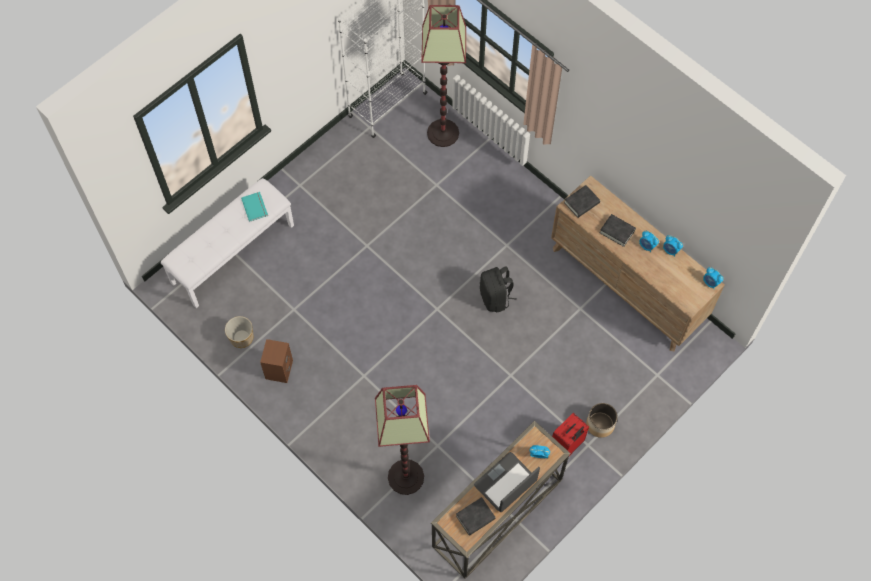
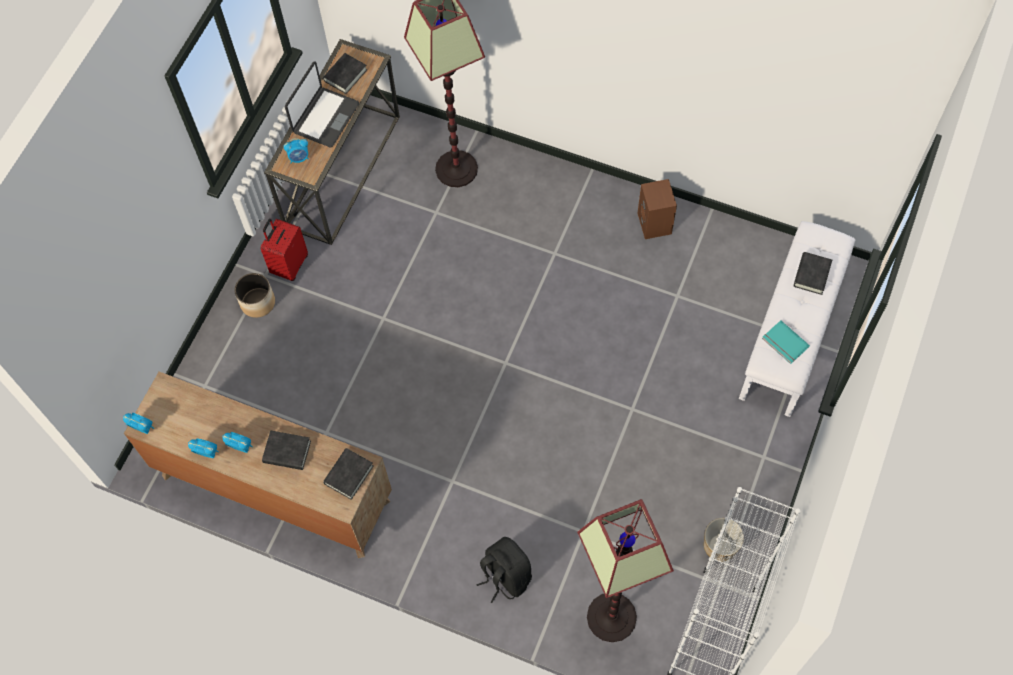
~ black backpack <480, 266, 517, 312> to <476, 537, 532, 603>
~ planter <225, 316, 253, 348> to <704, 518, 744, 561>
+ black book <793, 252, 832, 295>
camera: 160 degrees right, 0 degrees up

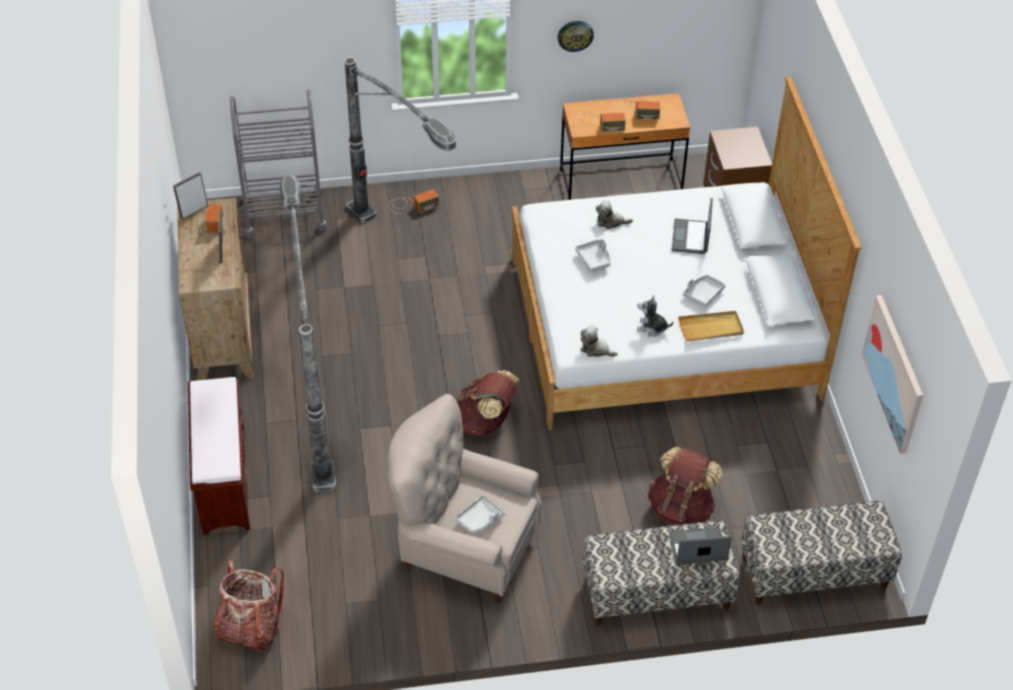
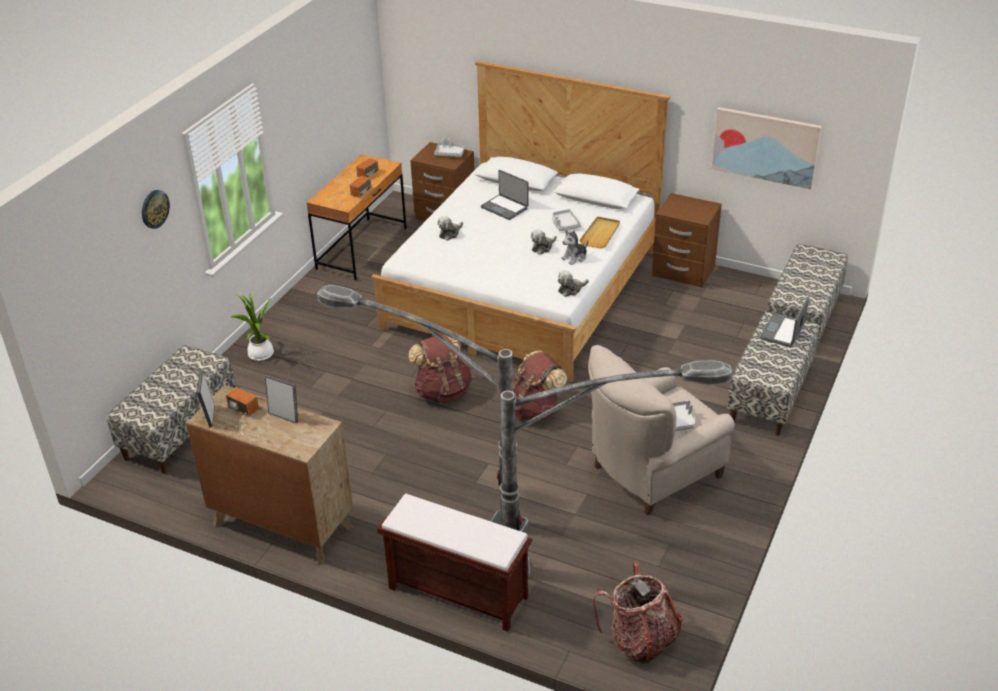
~ wall clock <558, 21, 594, 52> to <142, 190, 170, 229>
~ standing lamp <345, 57, 456, 223> to <500, 360, 732, 577>
~ grey wheeled cart <230, 90, 327, 238> to long seat <107, 345, 236, 474>
~ radio receiver <389, 189, 440, 214> to houseplant <231, 294, 274, 361>
~ grey serving tray <575, 239, 611, 272> to <434, 138, 465, 157>
~ brownish backpack <648, 447, 722, 525> to <408, 334, 472, 403>
+ brownish nightstand <652, 193, 722, 287>
+ soft toy <531, 230, 557, 254>
camera: 55 degrees left, 10 degrees down

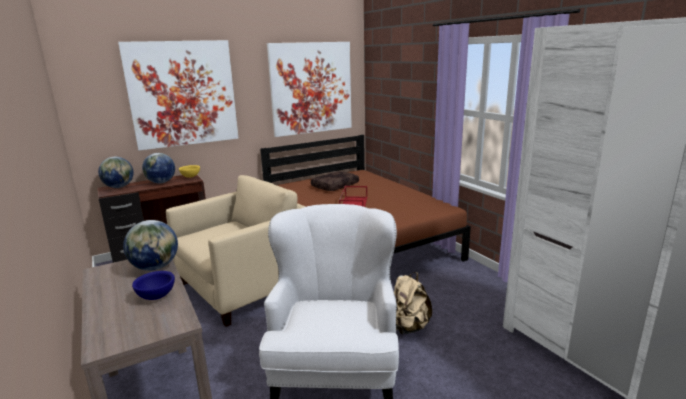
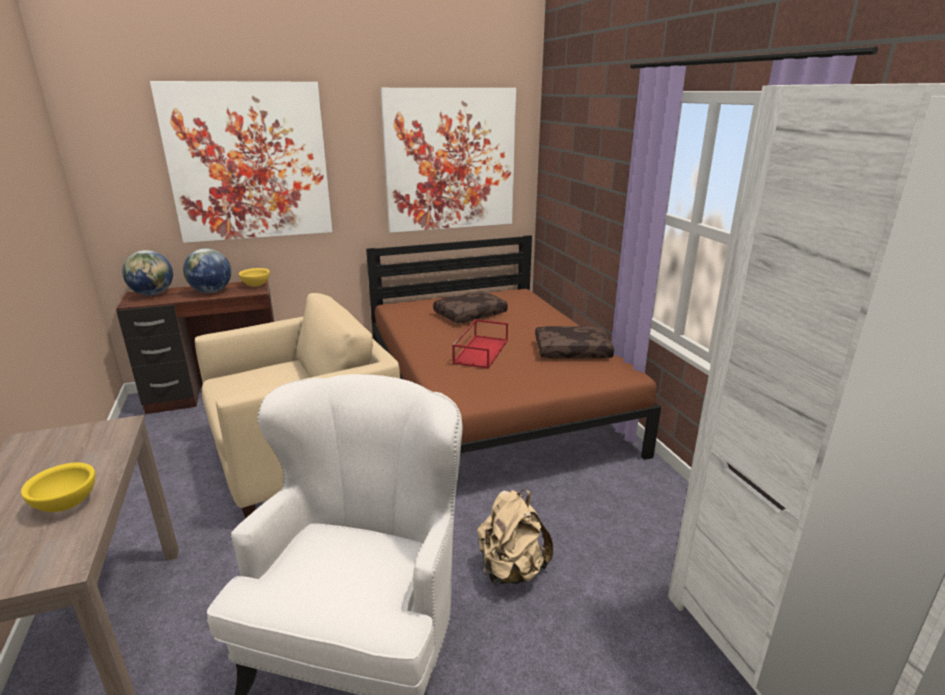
- desk globe <123, 220, 178, 271>
~ blue bowl <132, 271, 175, 300> to yellow bowl <21, 463, 95, 512>
+ brownish pillow <535, 326, 614, 359>
camera: 10 degrees right, 5 degrees up

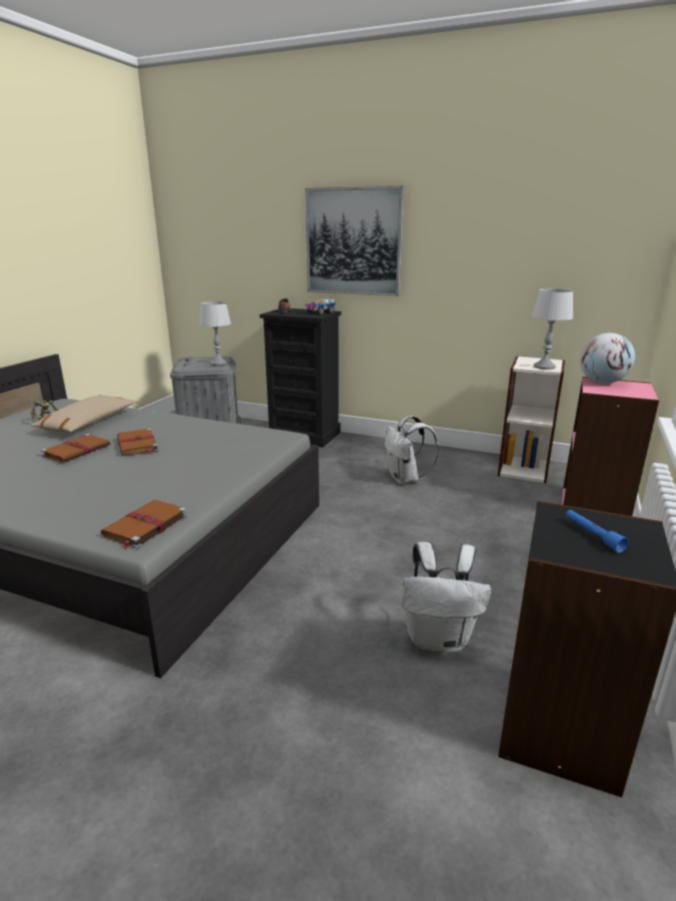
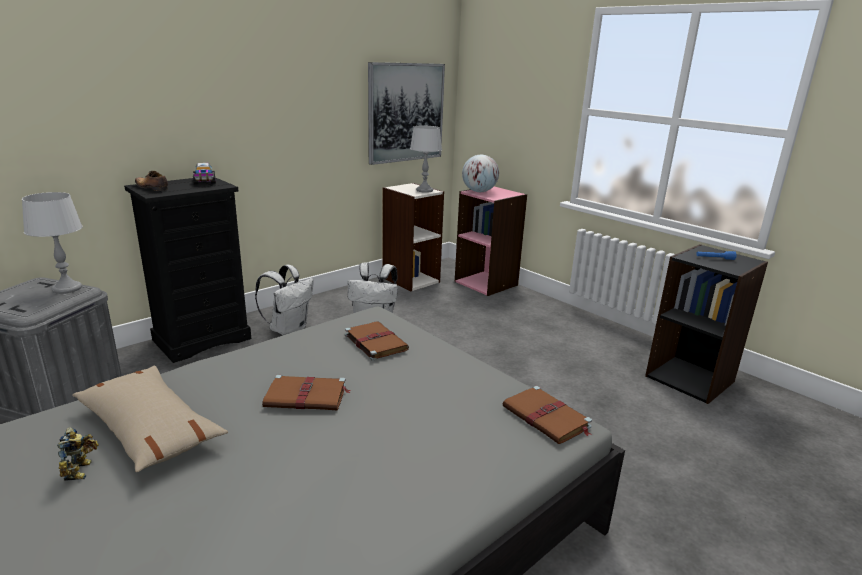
~ wall picture <306, 186, 404, 296> to <368, 62, 445, 165>
~ brownish book <41, 434, 110, 463> to <345, 321, 409, 361>
~ white backpack <402, 542, 491, 652> to <255, 265, 314, 335>
camera: 65 degrees left, 0 degrees up

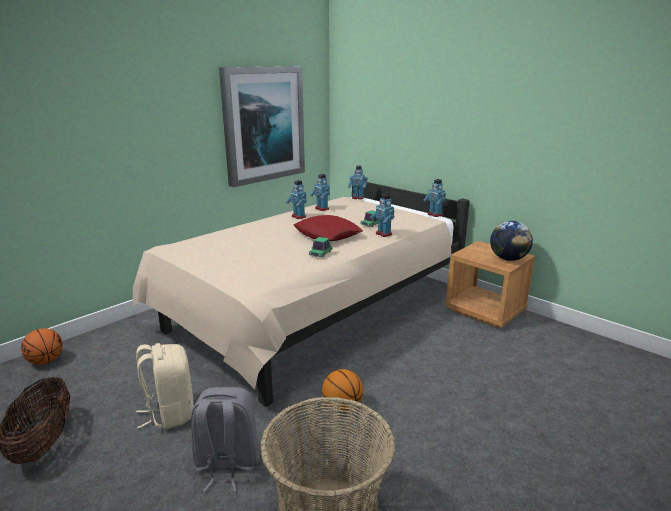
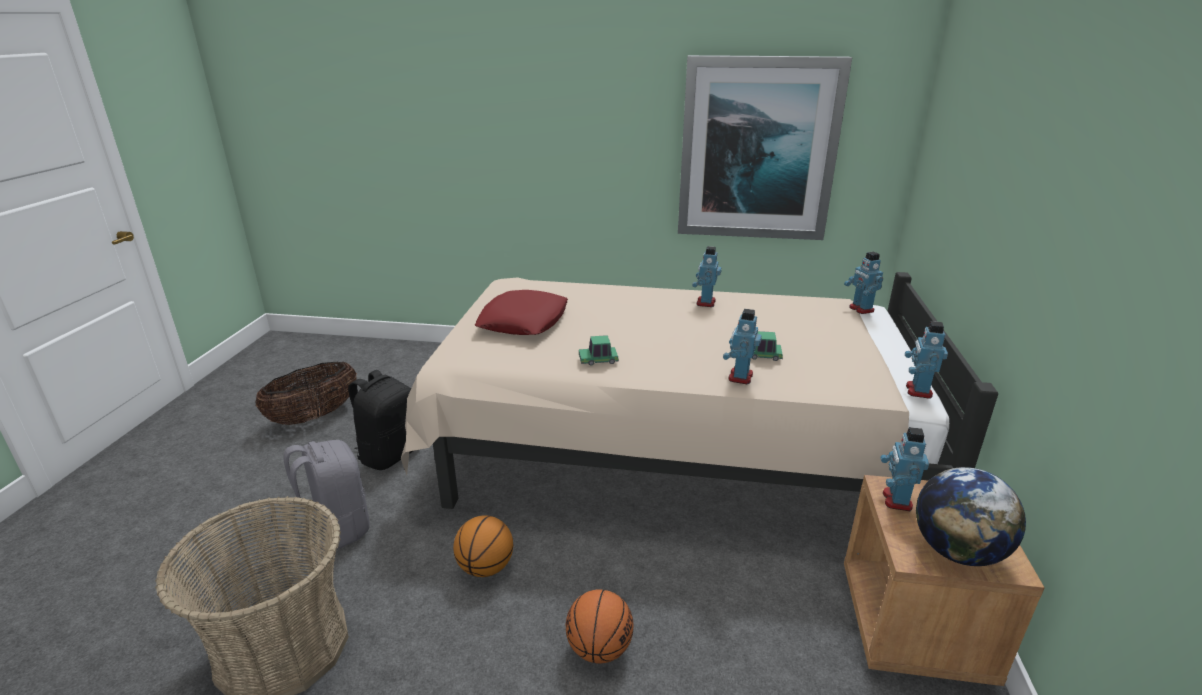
~ toy robot <310, 174, 330, 211> to <880, 427, 929, 511>
~ red pillow <294, 215, 363, 241> to <475, 290, 568, 335>
~ ball for basketball <21, 328, 63, 365> to <566, 589, 633, 664>
~ sand-coloured backpack <136, 343, 194, 429> to black backpack <348, 370, 413, 470>
camera: 55 degrees right, 5 degrees up

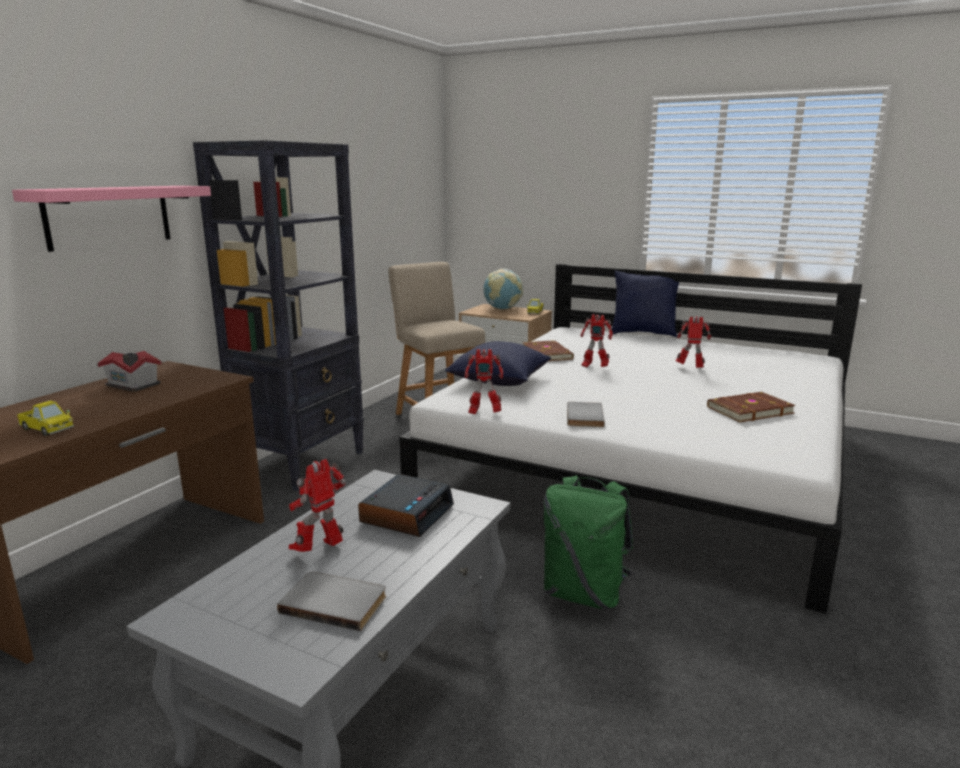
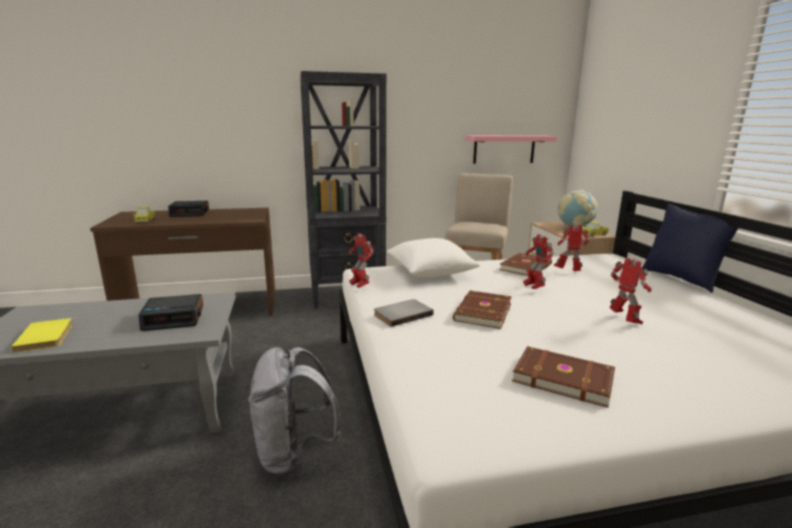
~ pinkish shelf <12, 186, 211, 252> to <465, 135, 557, 164>
~ blue pillow <445, 341, 551, 386> to white pillow <387, 238, 480, 277>
- miniature house <98, 351, 162, 392>
~ toy robot <289, 459, 346, 552> to <554, 225, 589, 271>
~ green-coloured backpack <543, 475, 633, 610> to grey backpack <248, 347, 341, 476>
~ grey book <277, 571, 386, 631> to yellow book <11, 318, 73, 353>
+ table clock <168, 201, 209, 217>
+ brownish book <453, 290, 512, 329>
camera: 50 degrees right, 0 degrees up

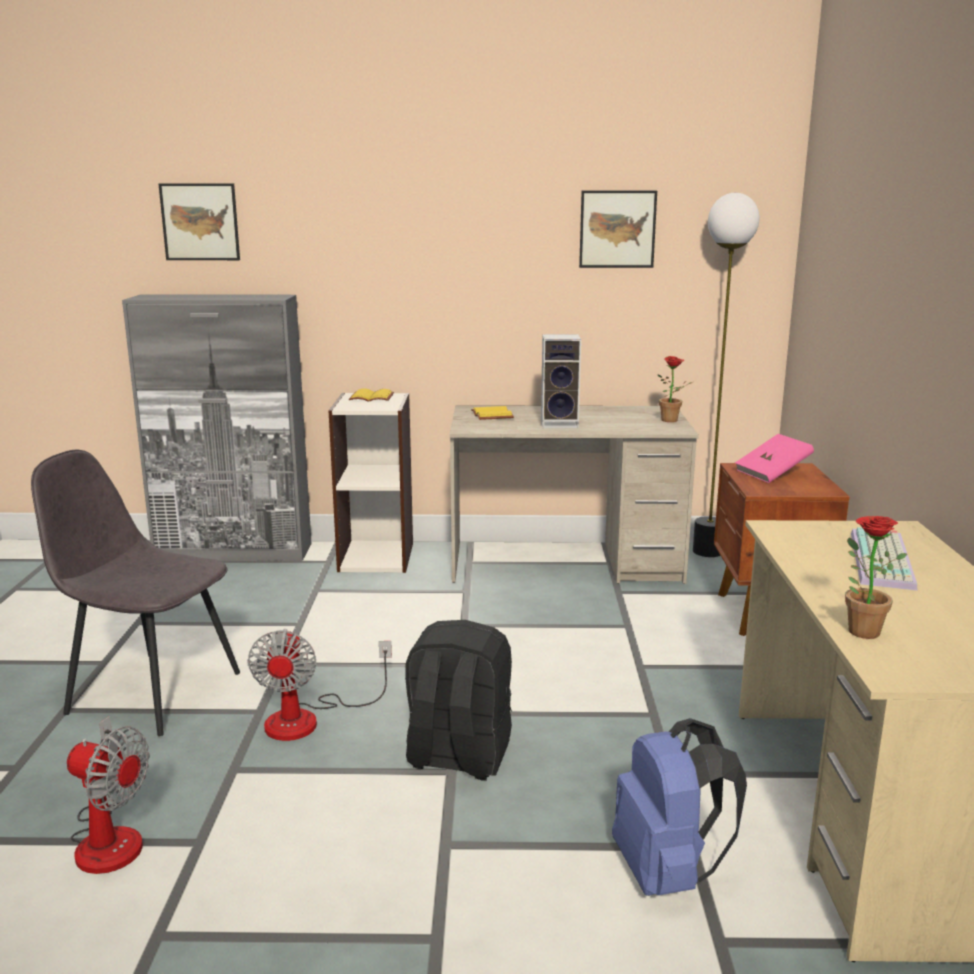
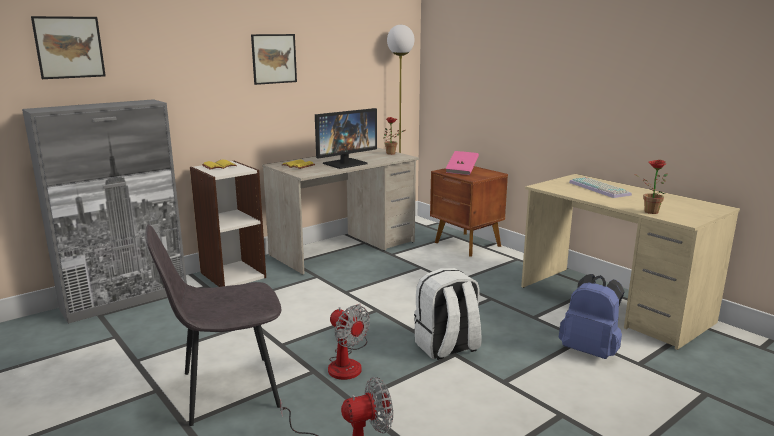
~ wall picture <579, 191, 657, 268> to <251, 34, 297, 85>
~ speaker <541, 334, 581, 428> to computer screen <315, 108, 377, 169>
~ black backpack <405, 620, 512, 781> to white backpack <414, 268, 482, 360>
camera: 40 degrees left, 0 degrees up

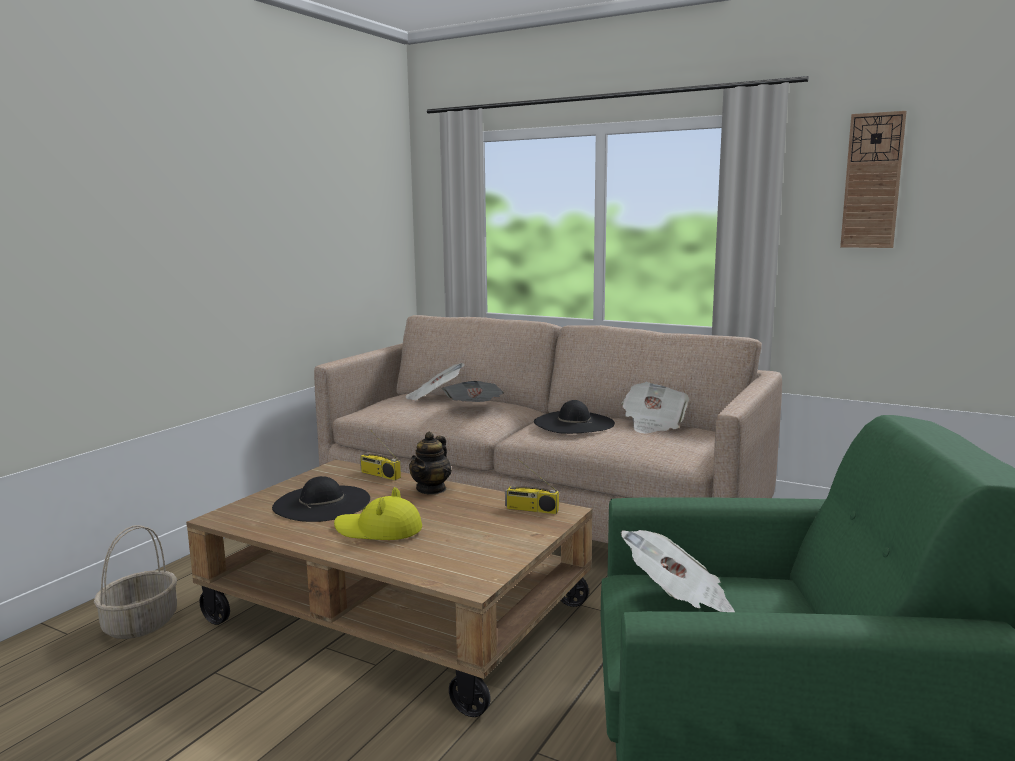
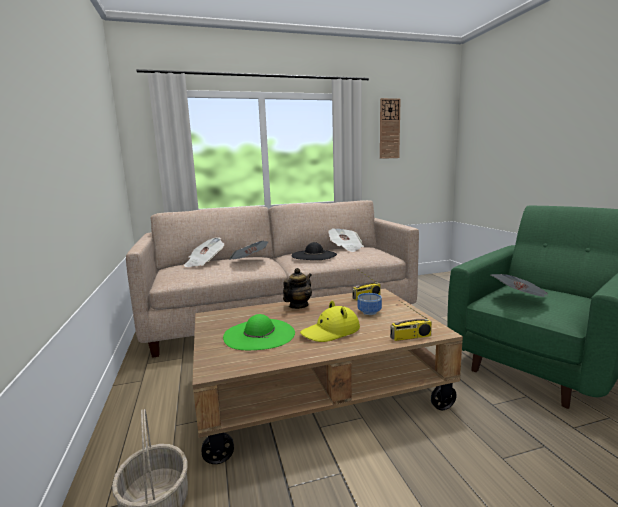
~ pot for tea <409, 432, 452, 495> = <283, 268, 312, 309> 120 degrees counterclockwise
~ radio receiver <360, 433, 401, 480> to <390, 300, 432, 341>
~ black wearable hat <272, 476, 370, 522> to green-coloured wearable hat <223, 314, 295, 350>
+ bowl <357, 293, 382, 315>
camera: 45 degrees left, 0 degrees up

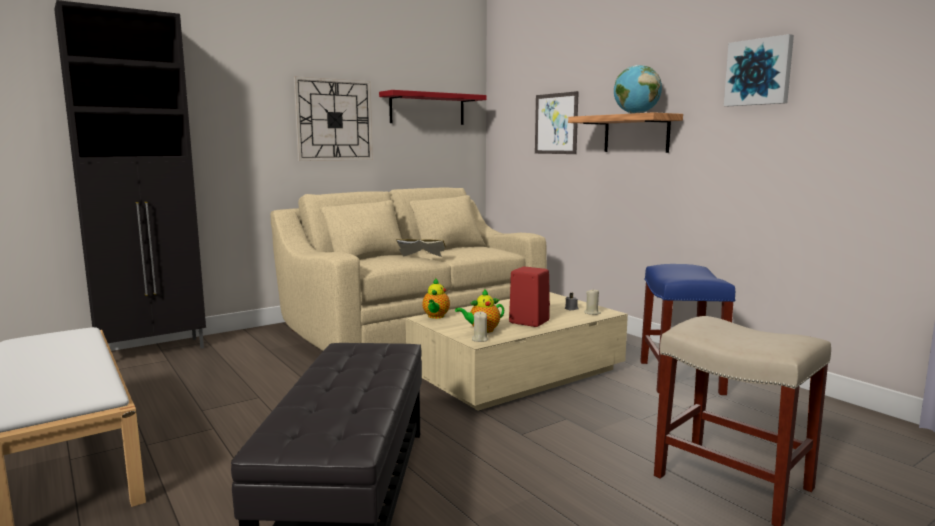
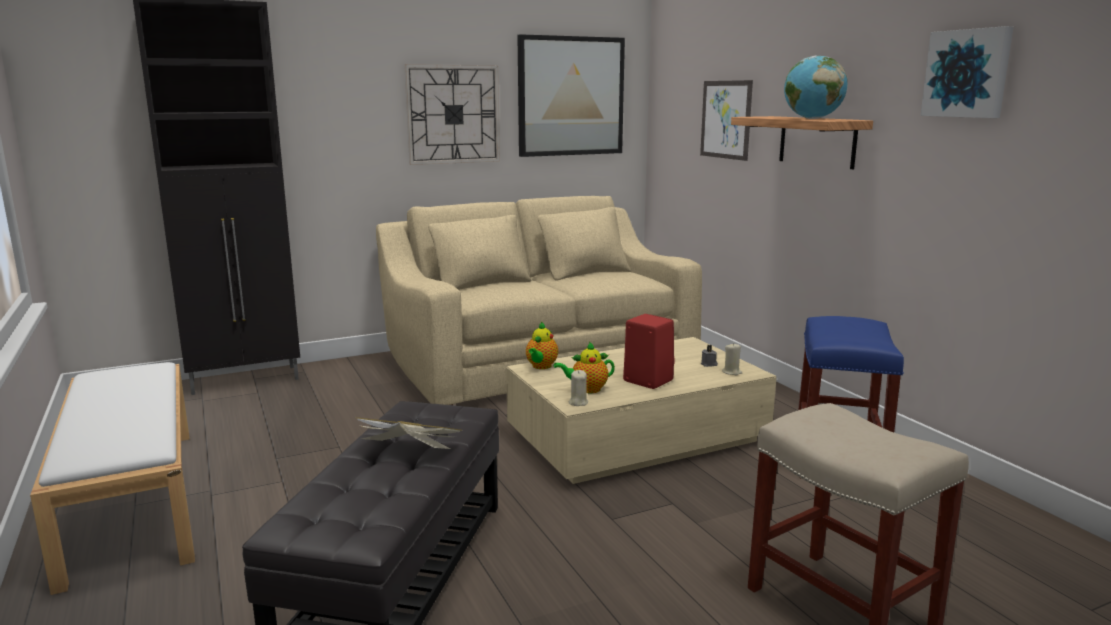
~ red shelf <379, 90, 487, 125> to wall picture <517, 34, 625, 157>
~ book <396, 239, 446, 257> to <355, 417, 462, 449>
camera: 10 degrees right, 5 degrees up

